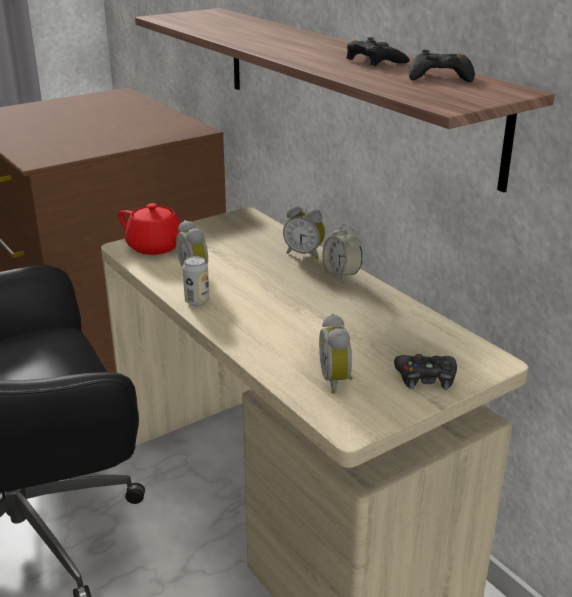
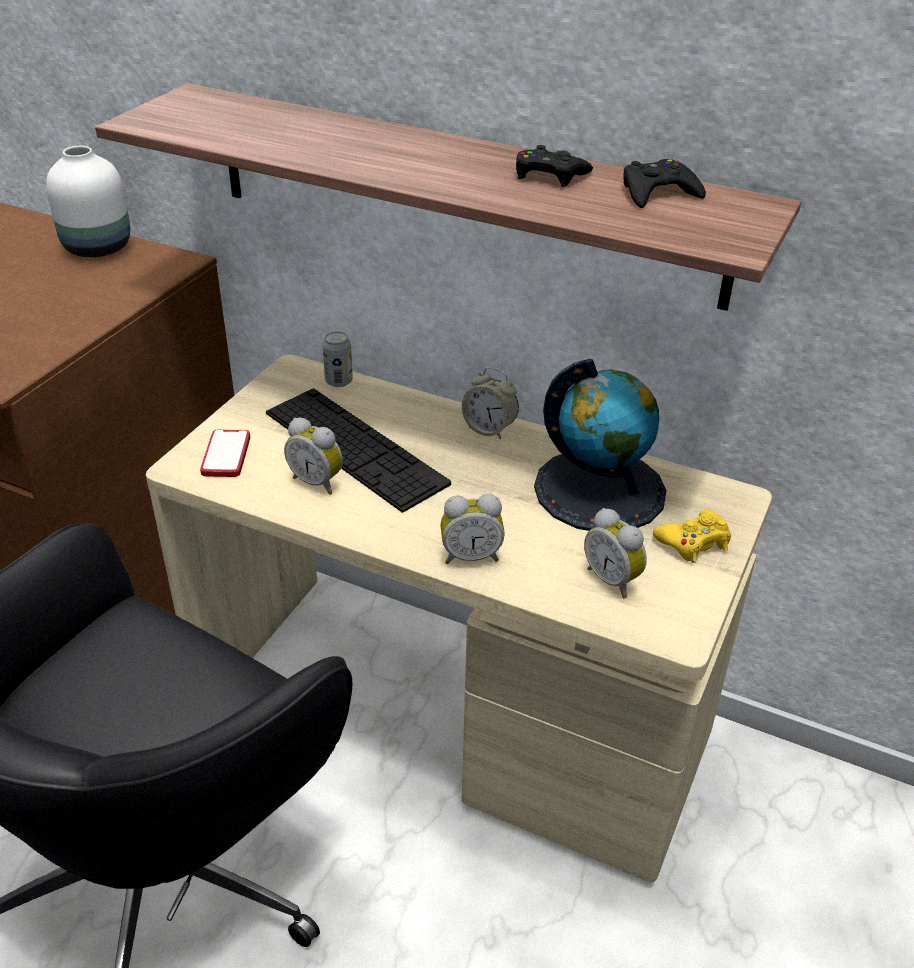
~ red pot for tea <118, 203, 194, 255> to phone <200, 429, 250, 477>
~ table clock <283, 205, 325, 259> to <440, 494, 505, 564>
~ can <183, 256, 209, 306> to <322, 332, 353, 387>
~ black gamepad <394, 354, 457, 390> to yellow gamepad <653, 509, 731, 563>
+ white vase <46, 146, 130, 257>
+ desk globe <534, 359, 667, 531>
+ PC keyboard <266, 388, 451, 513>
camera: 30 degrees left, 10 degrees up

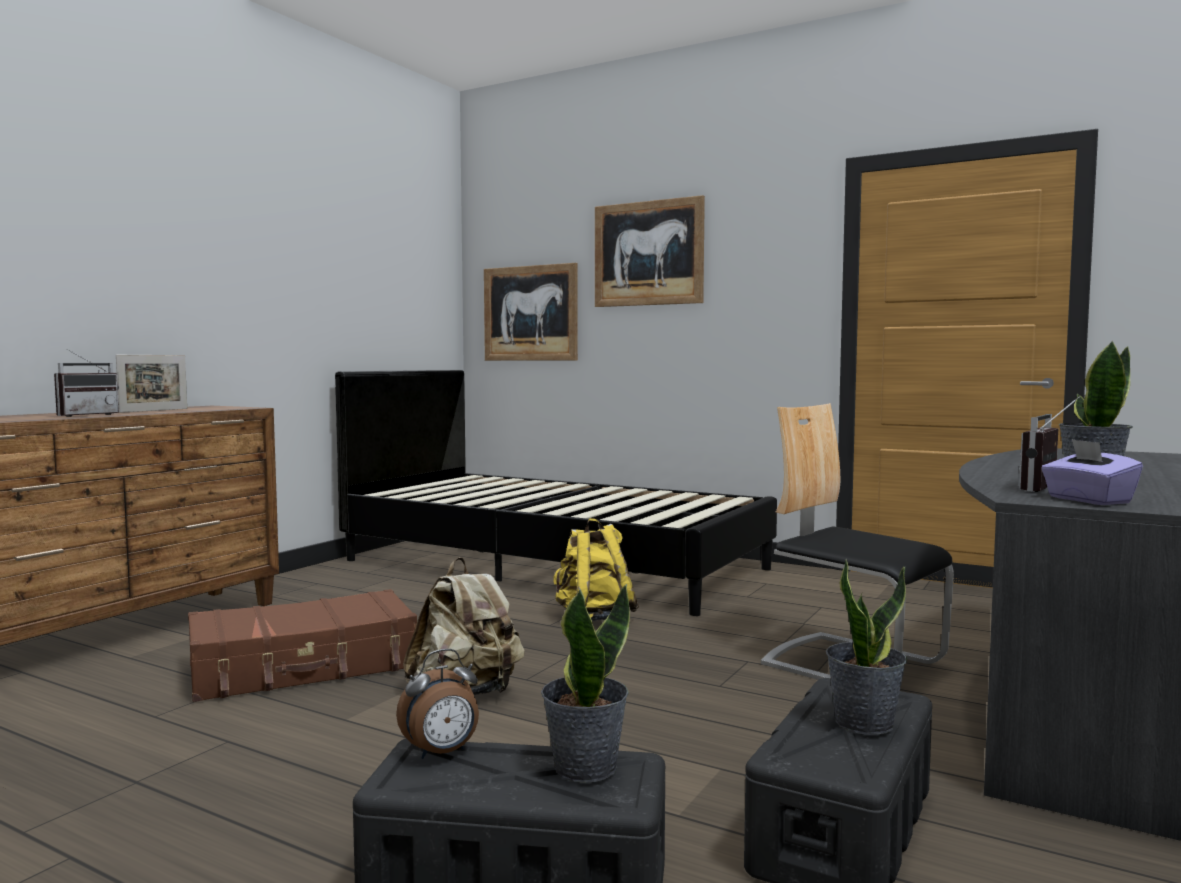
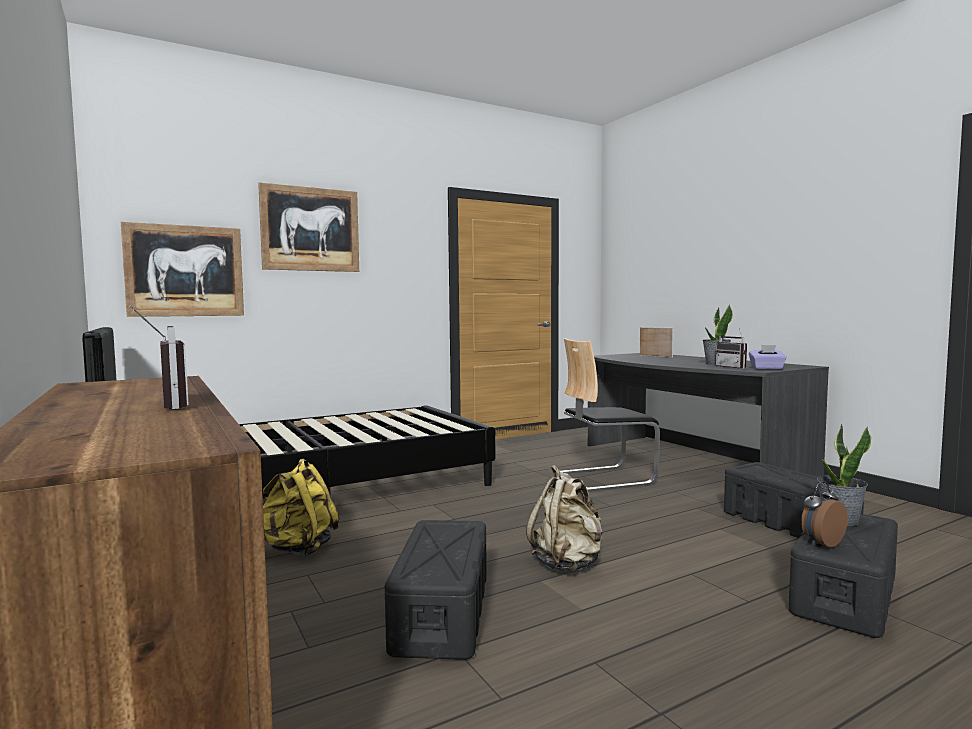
~ picture frame <116, 355, 187, 413> to <640, 327, 673, 358>
~ yellow backpack <553, 518, 640, 621> to <263, 459, 340, 556>
- houseplant <826, 559, 907, 735>
~ brownish travel case <188, 589, 417, 702> to black storage bin <385, 520, 487, 660>
~ table clock <396, 649, 479, 759> = <801, 482, 848, 547> 120 degrees counterclockwise
camera: 60 degrees left, 0 degrees up

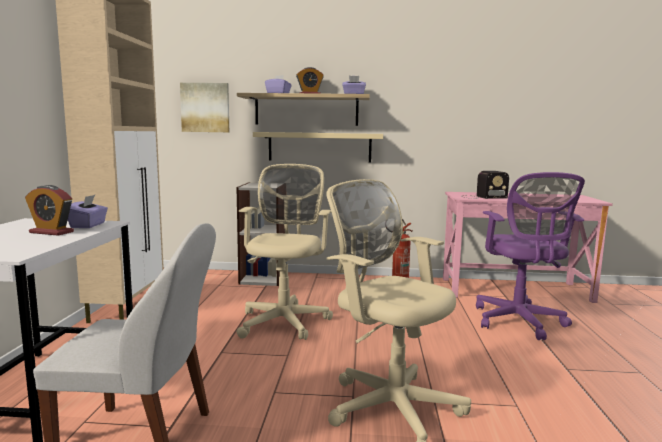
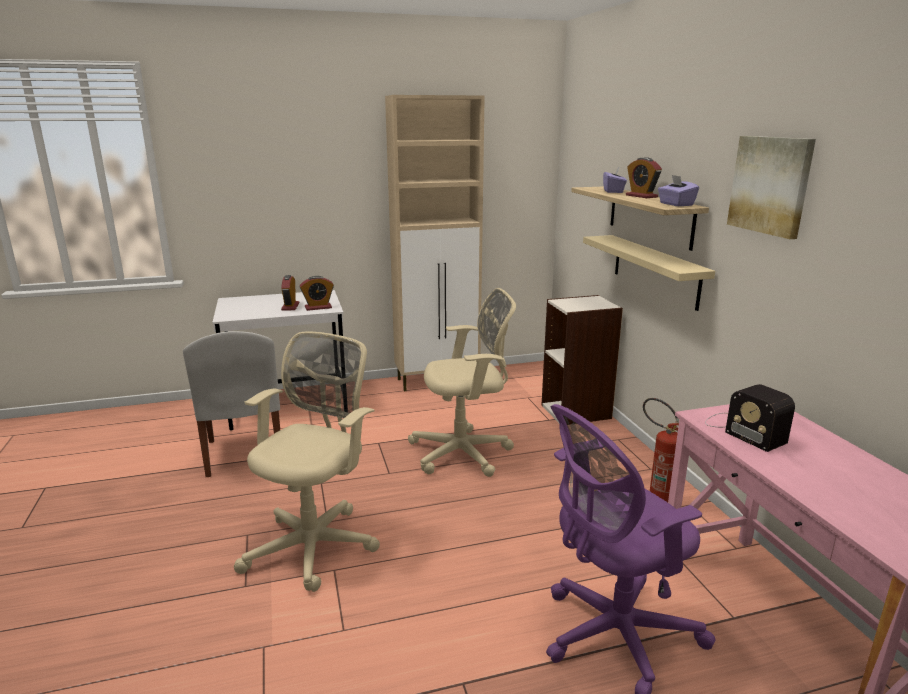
~ wall picture <180, 83, 229, 132> to <727, 136, 816, 239>
~ purplish tissue holder <68, 195, 108, 228> to table clock <300, 276, 334, 311>
camera: 70 degrees right, 10 degrees up

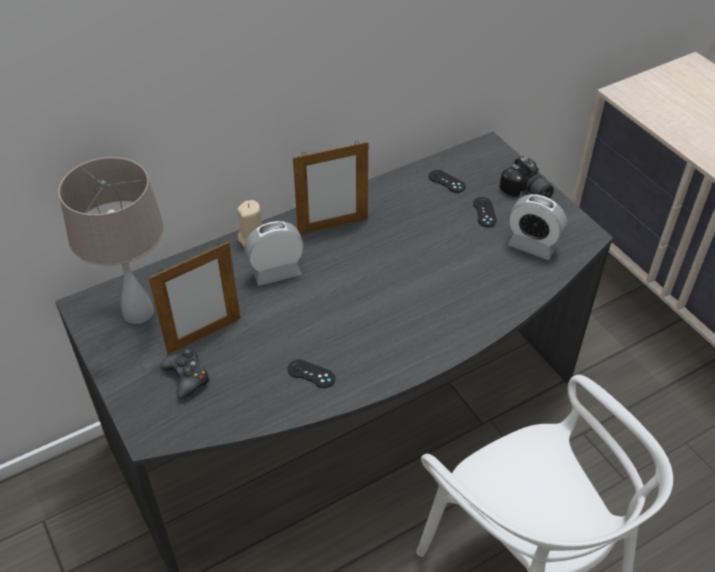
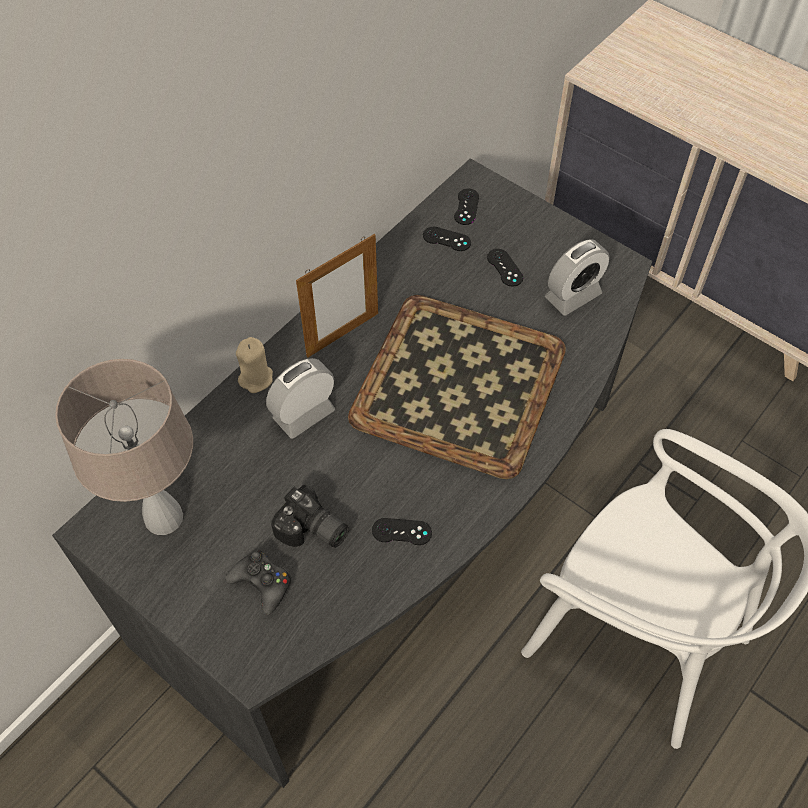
~ still camera <500, 156, 554, 198> to <271, 485, 349, 548>
~ table clock <508, 194, 567, 260> = <545, 239, 609, 315> 45 degrees counterclockwise
- picture frame <149, 241, 240, 354>
+ black gamepad <454, 189, 479, 225>
+ serving tray <348, 295, 566, 479>
camera: 20 degrees left, 10 degrees up

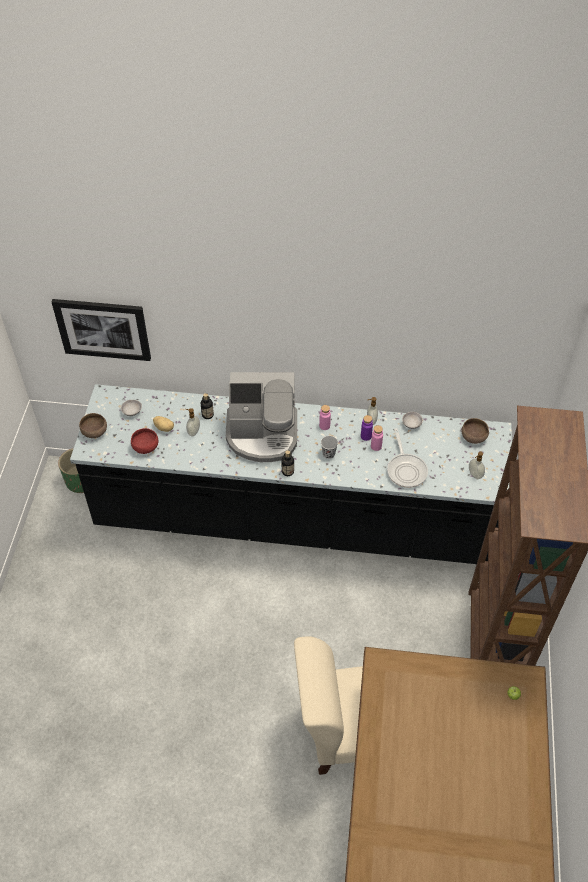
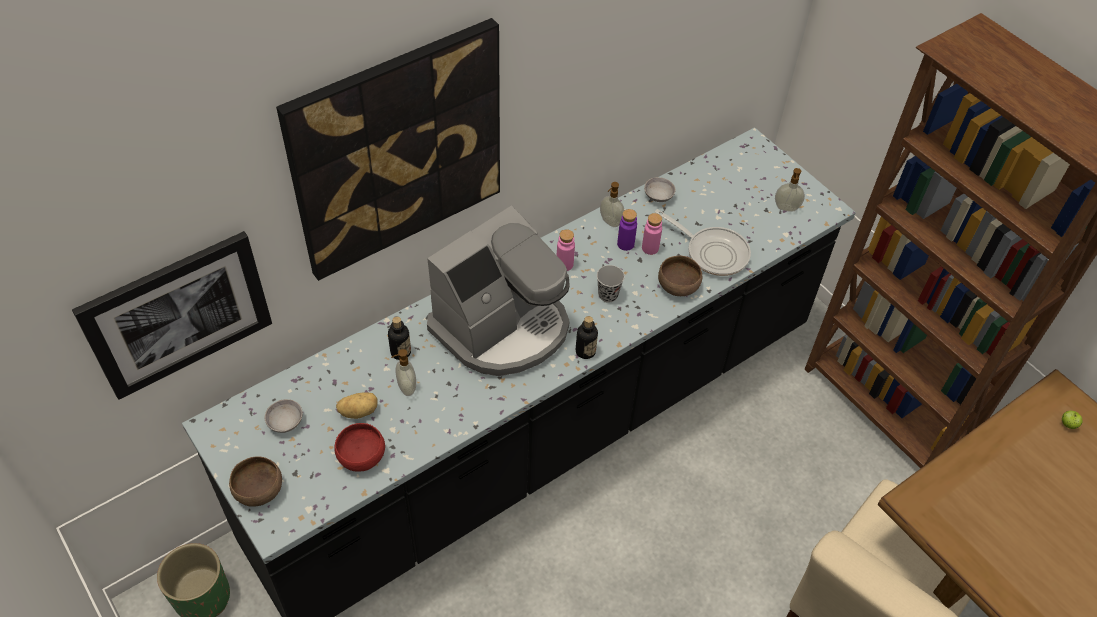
~ brownish bowl <462, 418, 489, 444> to <658, 256, 702, 296>
+ wall picture <276, 18, 500, 281>
camera: 45 degrees left, 0 degrees up

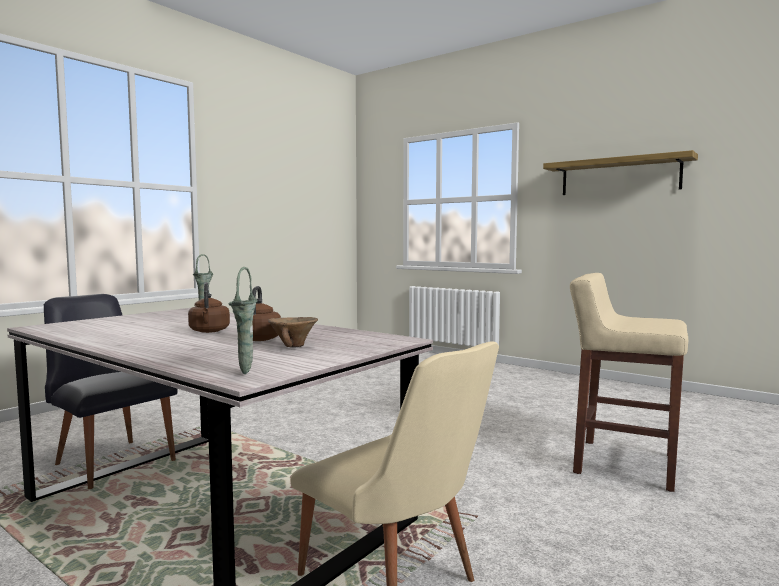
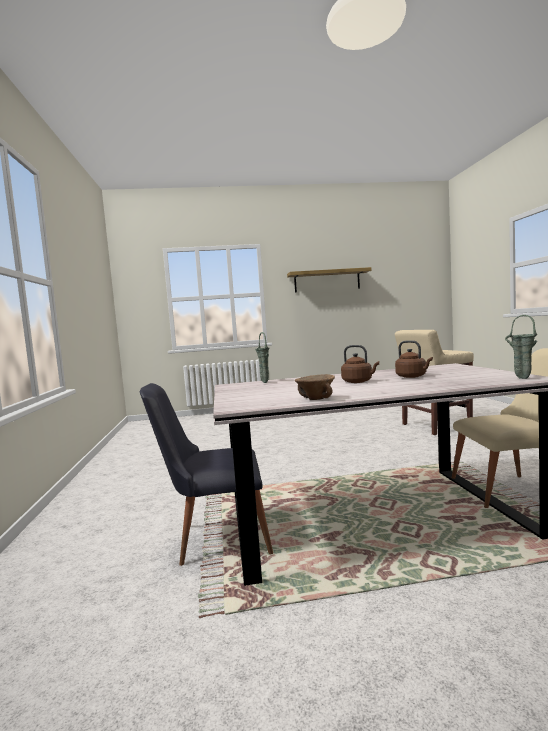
~ brownish bowl <268, 317, 318, 347> to <295, 374, 335, 400>
camera: 45 degrees left, 0 degrees up

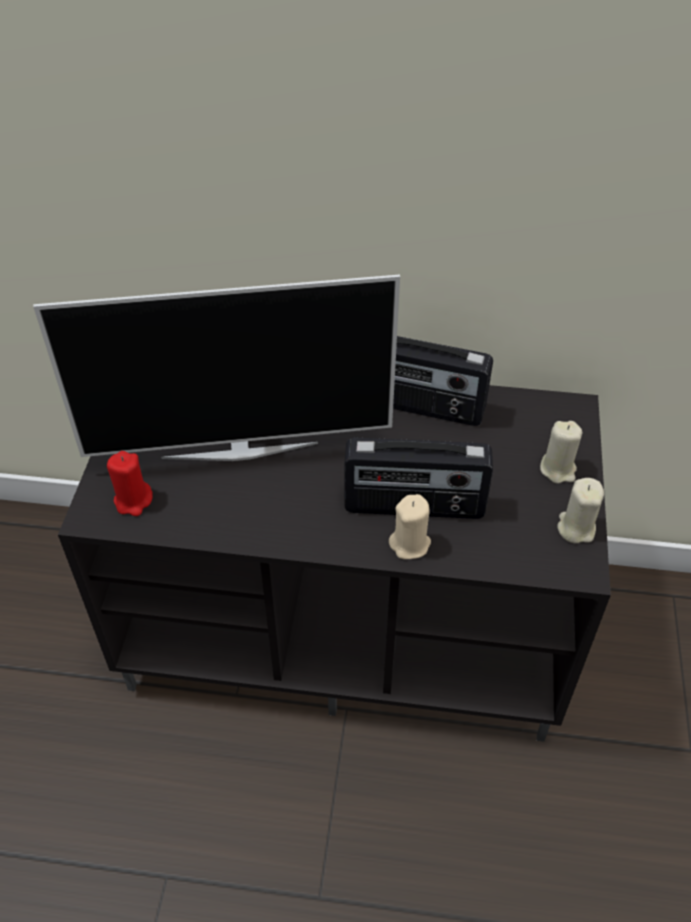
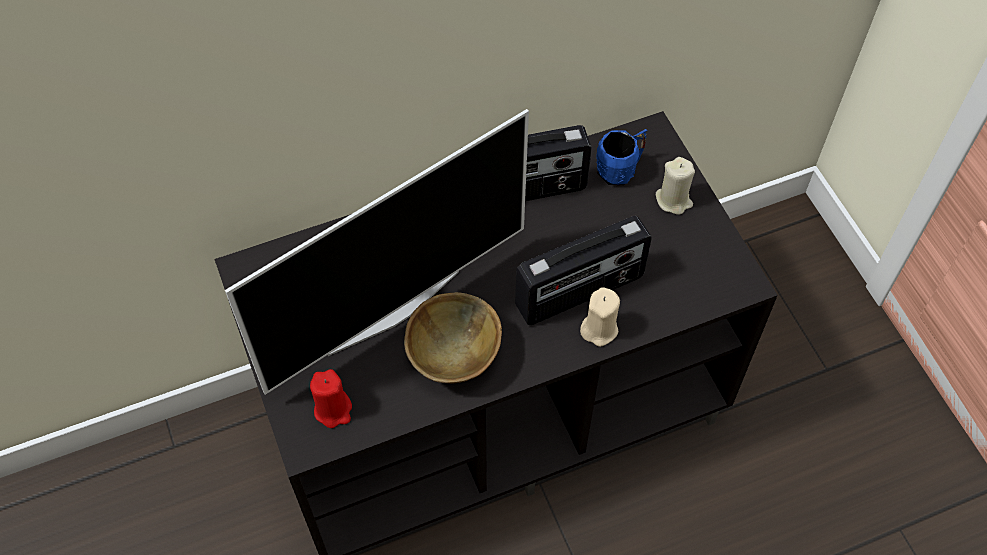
- sand-coloured wax candle <557, 478, 604, 543>
+ blue coffee mug <596, 129, 647, 185>
+ brownish bowl <404, 292, 502, 384>
camera: 30 degrees left, 10 degrees up

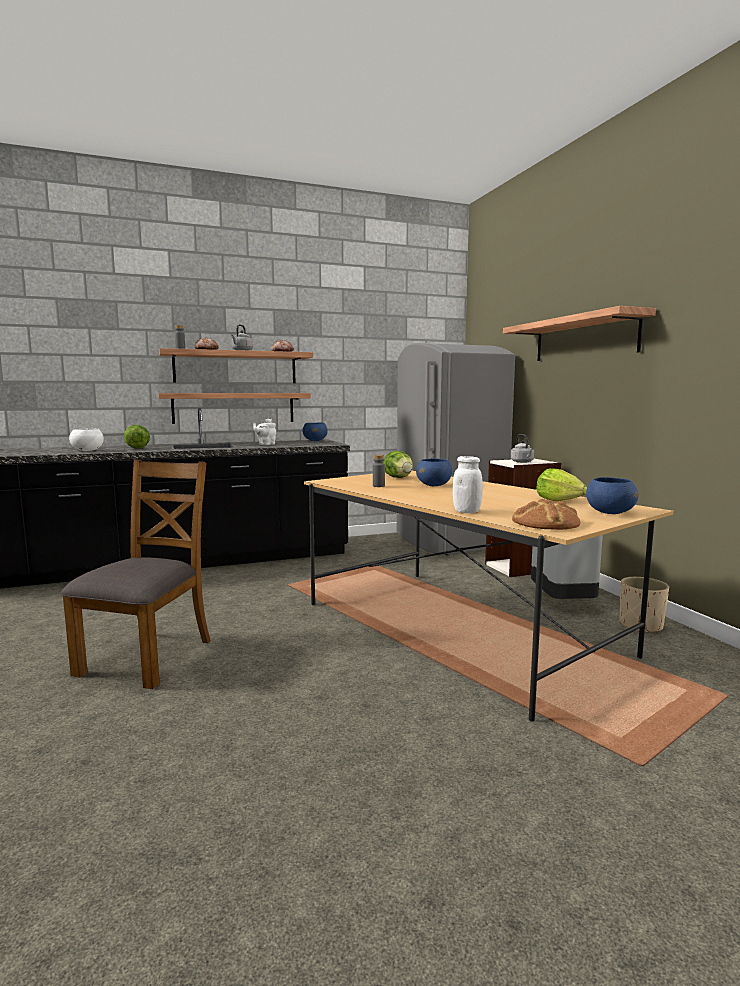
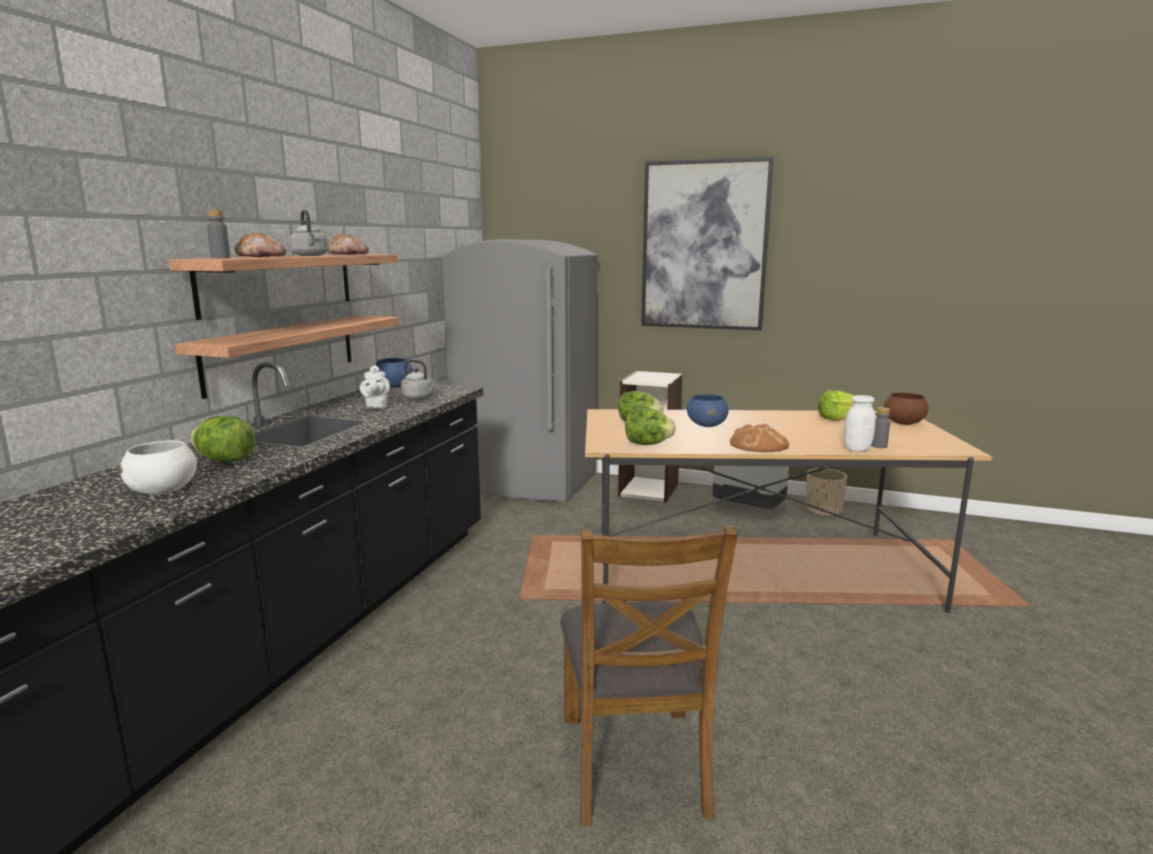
~ shelf <503, 306, 656, 361> to wall picture <641, 157, 774, 330>
~ grey tea kettle <511, 434, 534, 463> to <401, 360, 438, 400>
~ grey drink bottle <373, 455, 385, 487> to <871, 407, 890, 448>
~ brownish plain chair <61, 459, 211, 689> = <560, 526, 738, 827> 150 degrees counterclockwise
~ blue bowl <586, 477, 638, 514> to brownish bowl <884, 392, 929, 425>
~ bakery bread <512, 499, 580, 530> to <730, 424, 789, 452>
+ lettuce <625, 408, 676, 445>
camera: 50 degrees left, 5 degrees up

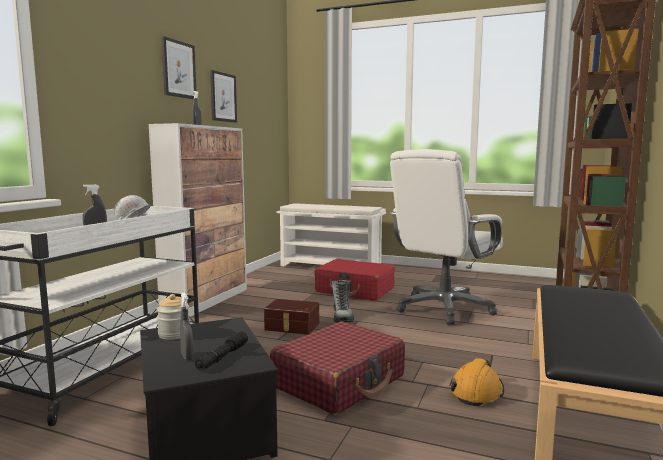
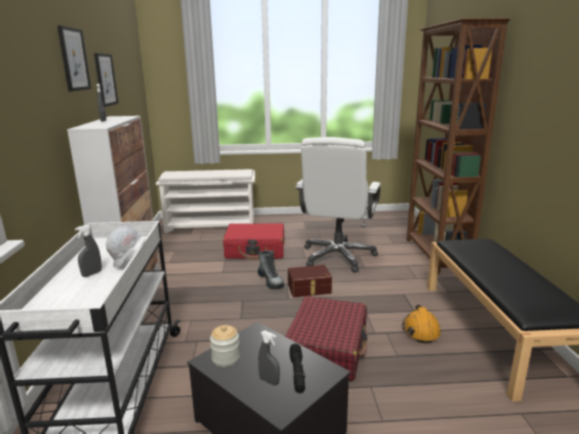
~ brownish storage bin <264, 299, 319, 335> to <288, 265, 332, 297>
camera: 25 degrees left, 10 degrees up

